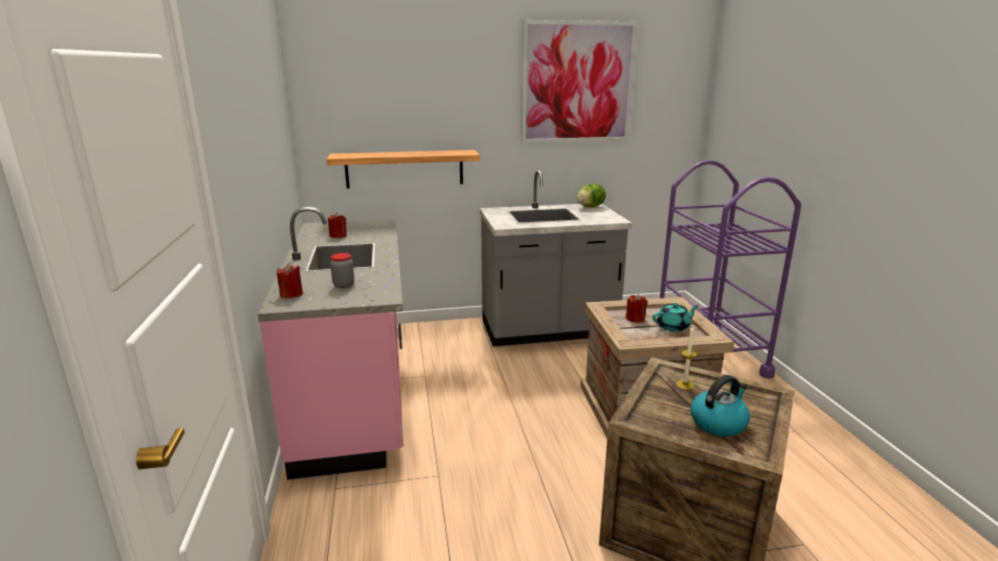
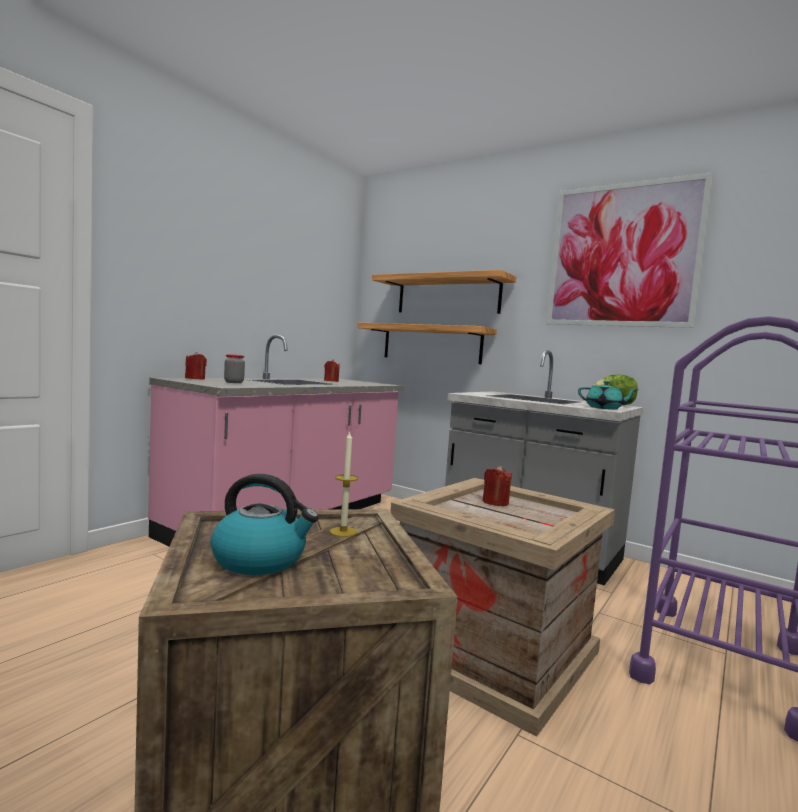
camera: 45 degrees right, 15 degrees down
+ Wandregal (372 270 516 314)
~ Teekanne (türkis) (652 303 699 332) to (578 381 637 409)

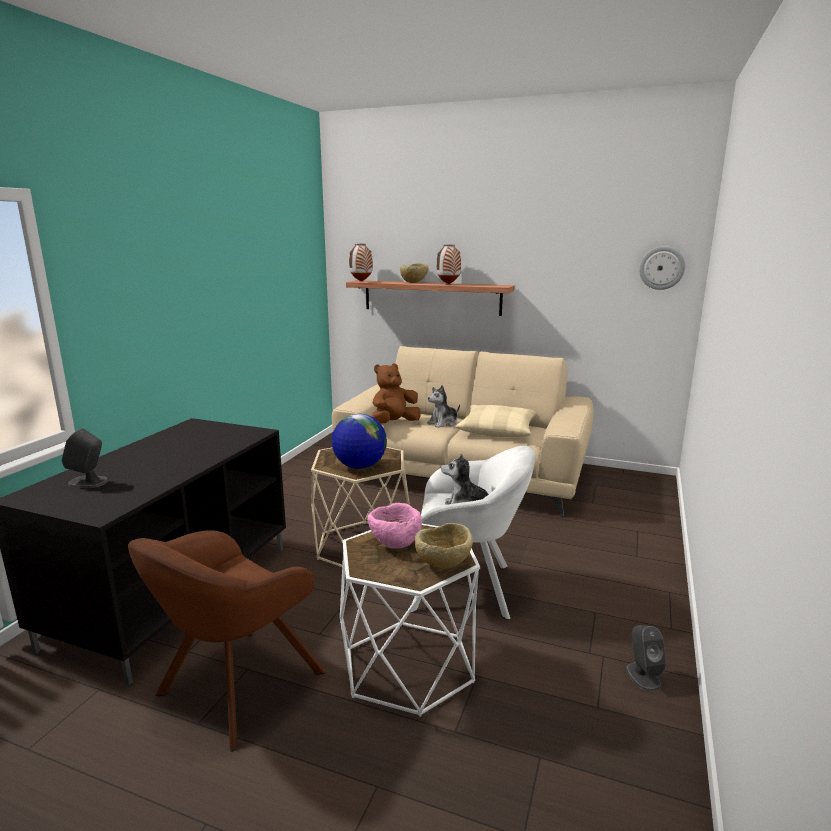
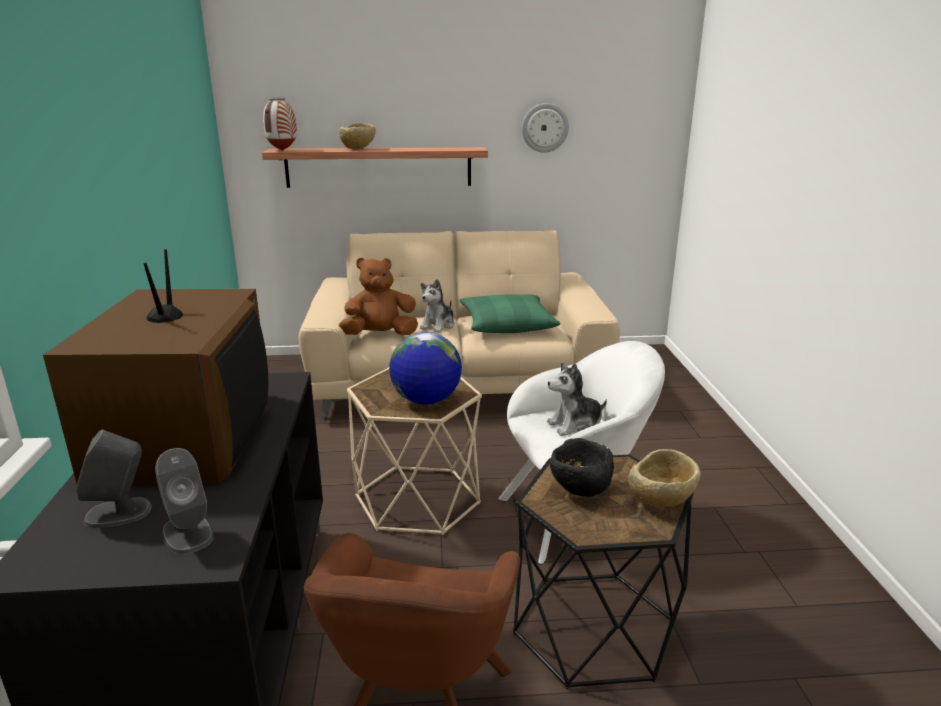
camera: 25 degrees left, 5 degrees up
- Vase (436 244 461 284)
+ Fernseher (43 249 269 484)
~ Lautsprecher (grau) (626 625 666 692) to (155 448 214 554)
~ Wanduhr (639 246 685 290) to (522 103 569 153)
~ Beistelltisch (weiß) (340 524 480 717) to Beistelltisch (schwarz) (513 455 694 689)
~ Schüssel (rosa) (367 503 422 549) to Schüssel (schwarz) (550 438 614 497)
~ Kissen (beige) (456 405 536 437) to Kissen (grün) (459 294 560 333)
~ Plüschtier (braun) (372 363 421 424) = (339 258 418 335) 45 degrees clockwise

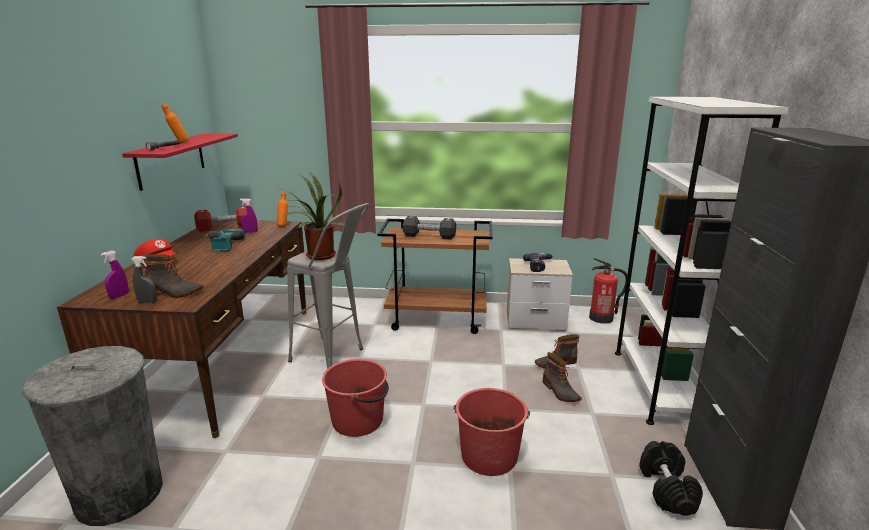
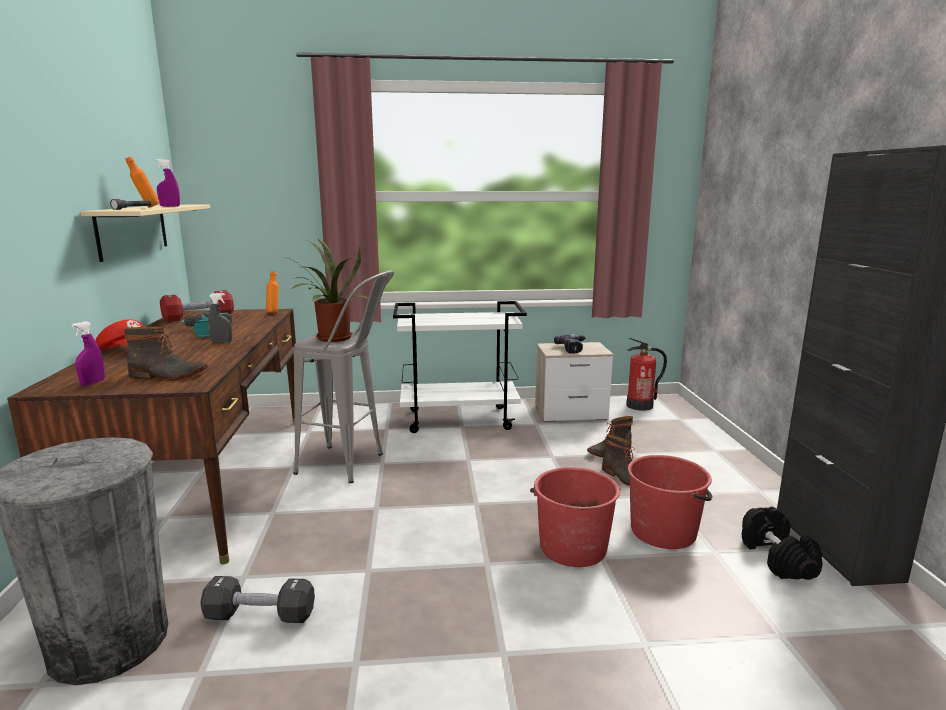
camera: 10 degrees left, 5 degrees down
- Bücherregal (weiß) (615 97 788 425)
~ Sprühflasche (grau) (131 256 157 303) to (208 293 232 343)
~ Sprühflasche (lila) (240 198 258 233) to (155 159 180 207)
~ Eimer (rot) (322 359 389 437) to (628 455 712 549)
~ Hantel (schwarz) (403 216 456 240) to (200 576 315 623)
~ Wandregal (rot) (122 133 238 191) to Wandregal (beige) (81 205 210 262)
~ Rollwagen (braun) (377 219 493 334) to Rollwagen (weiß) (393 301 527 433)

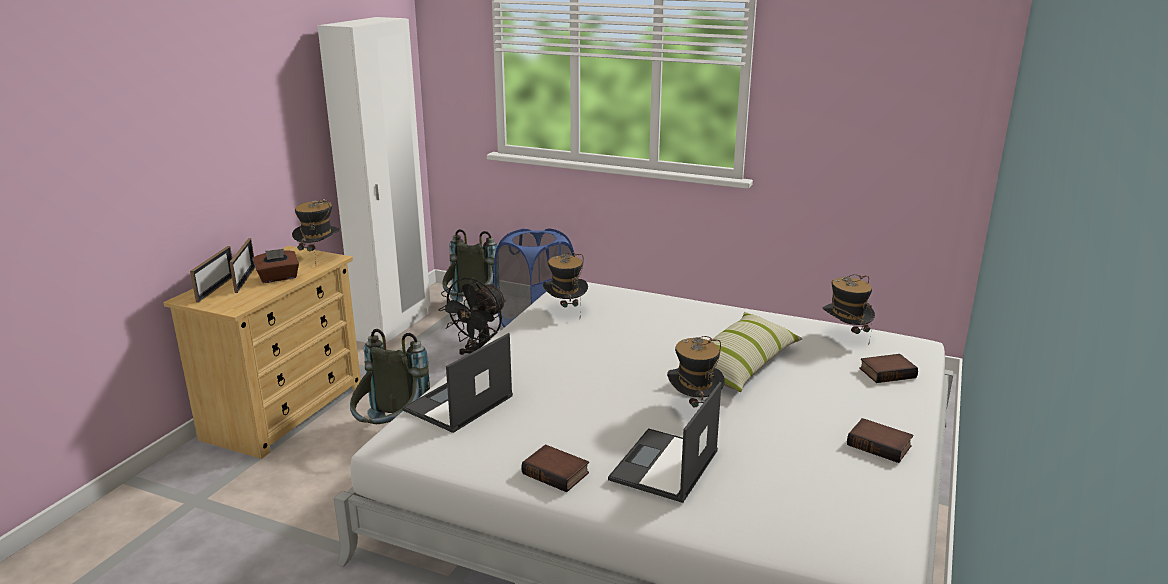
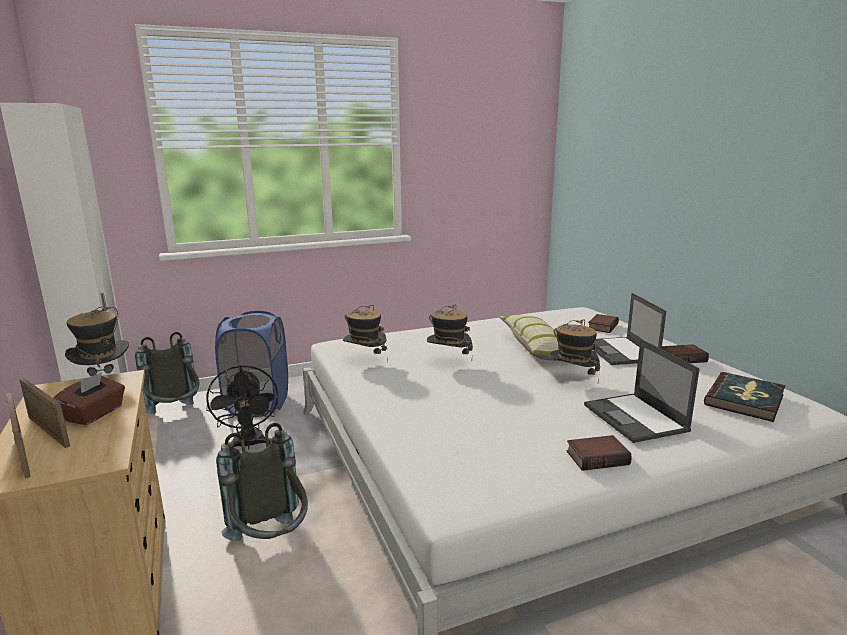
camera: 45 degrees left, 5 degrees down
+ Buch (704 372 786 422)
~ Laptop (402 333 513 433) to (593 293 666 365)
~ Hut (823 274 875 346) to (427 305 473 354)

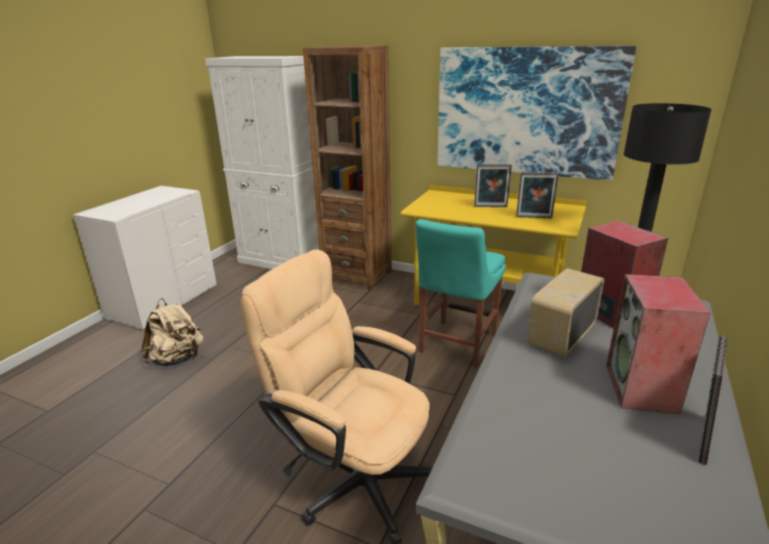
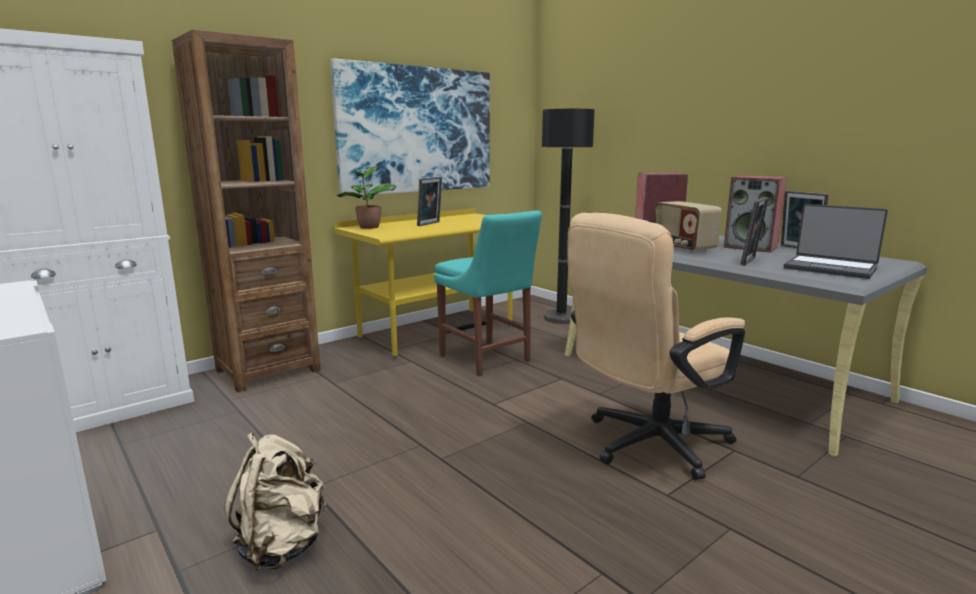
camera: 65 degrees left, 10 degrees down
+ Topfpflanze (336 166 396 229)
+ Laptop (783 204 888 279)
~ Bilderrahmen (516 172 559 218) to (740 197 769 266)

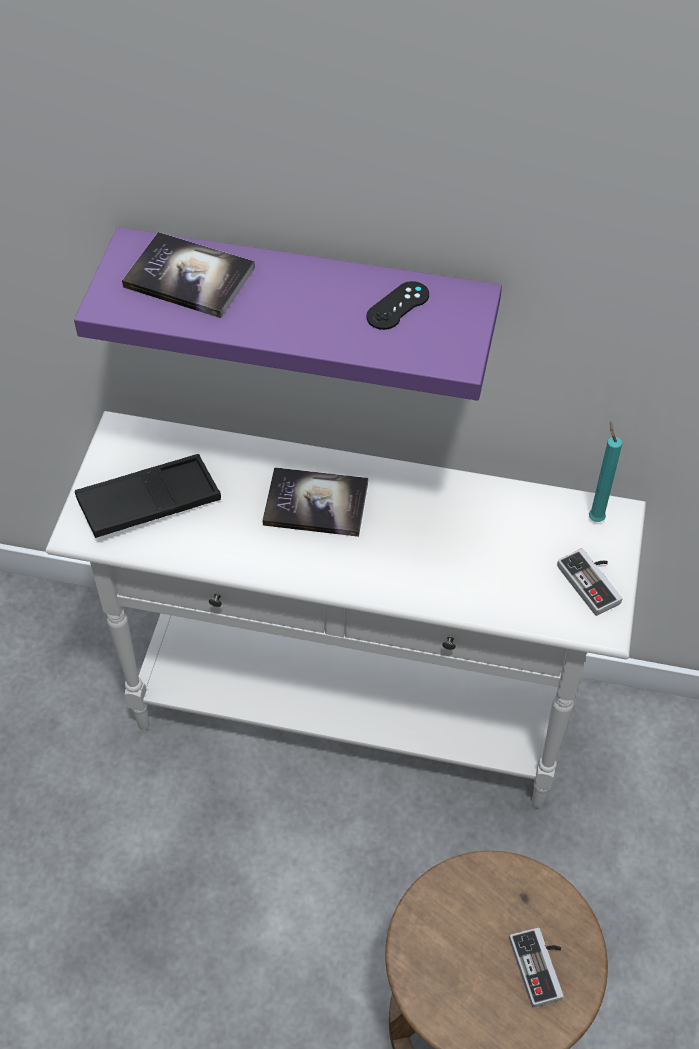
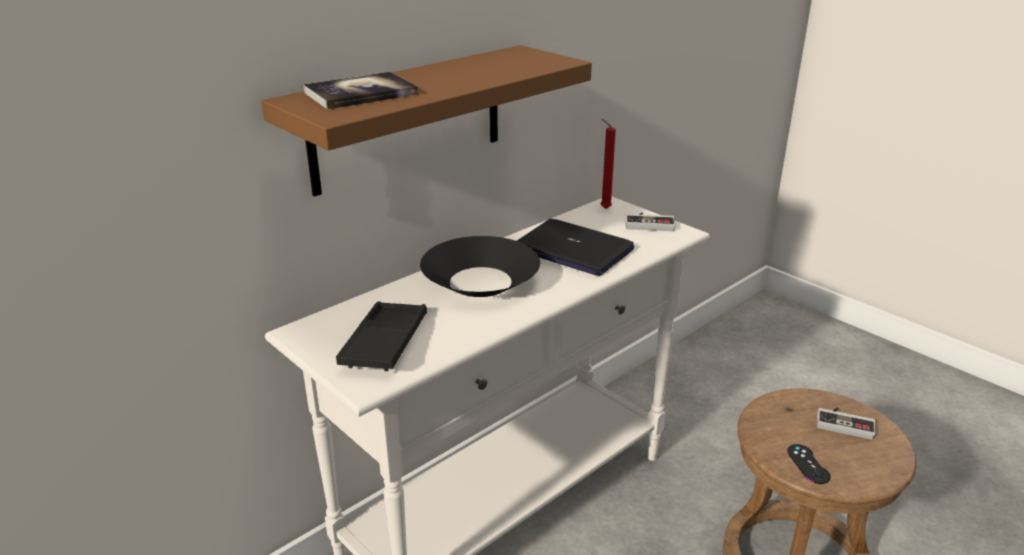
camera: 55 degrees left, 25 degrees down
+ Laptop (517 219 634 276)
~ Gamepad (schwarz) (366 281 429 330) to (787 444 830 484)
~ Buch (262 467 368 537) to Schüssel (schwarz) (420 236 540 297)
~ Wandregal (lila) (74 227 502 401) to Wandregal (braun) (261 45 592 197)
~ Kerze (türkis) (589 422 622 522) to Kerze (rot) (601 119 616 209)

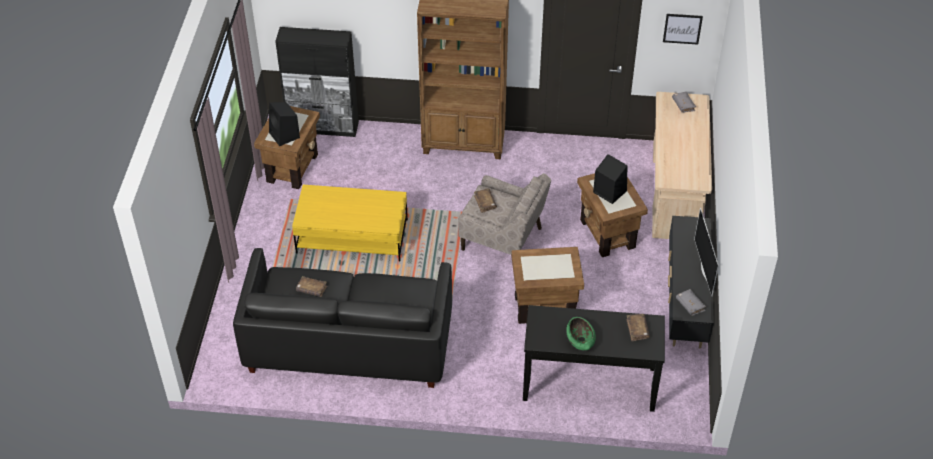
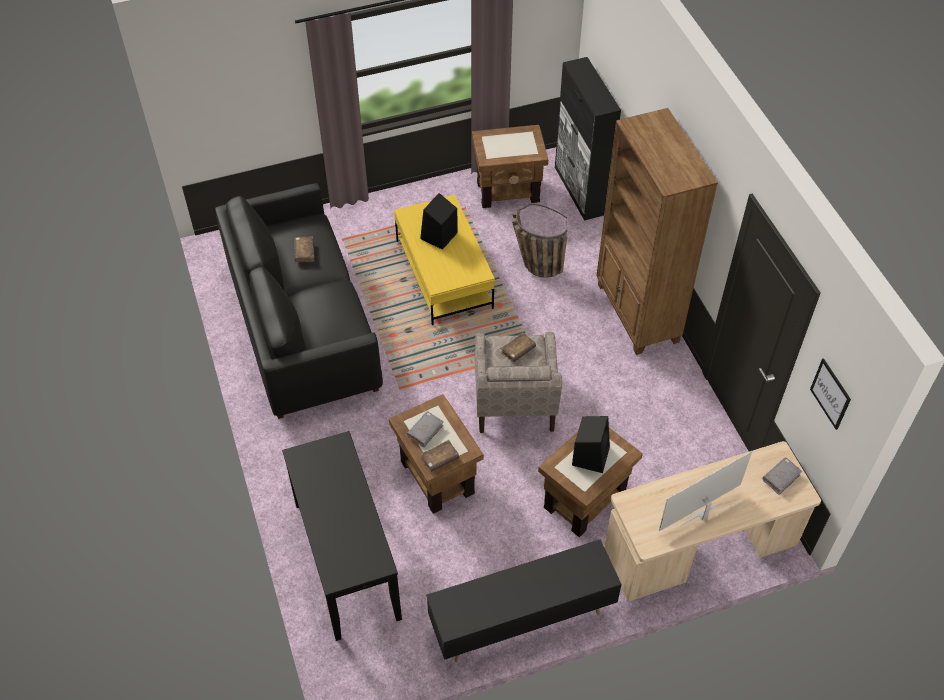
camera: 65 degrees right, 5 degrees up
- Schüssel (grün) (566 317 596 351)
+ Korb (512 204 567 278)
~ Lautsprecher (schwarz) (269 102 300 146) to (420 193 458 250)
~ Buch (braun) (626 314 650 341) to (420 440 459 472)
~ Buch (grau) (676 289 706 316) to (407 411 444 447)
~ Fernseher (694 208 719 296) to (659 451 752 531)

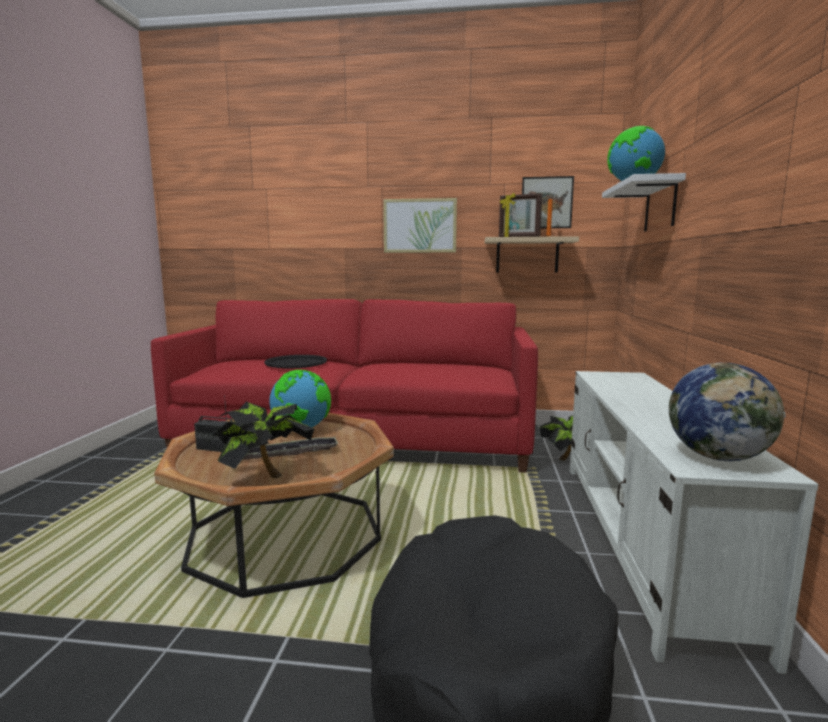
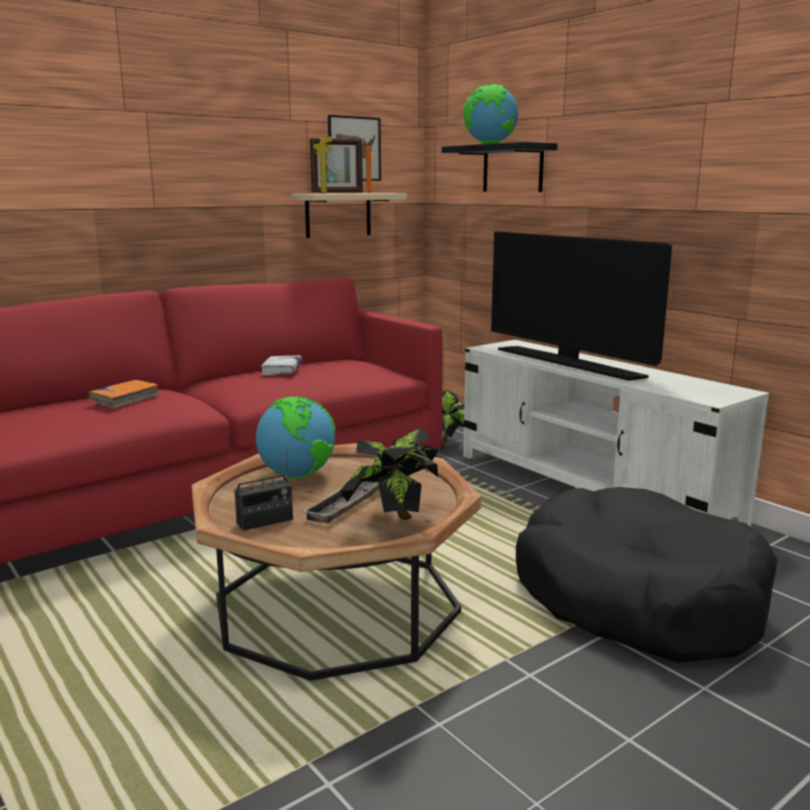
camera: 45 degrees left, 5 degrees up
- Bild (383 198 457 253)
- Globus (669 363 786 461)
+ Buch (weiß) (261 355 302 376)
+ Fernseher (491 232 672 381)
~ Tablett (schwarz) (264 355 327 368) to Buch (orange) (88 380 160 408)
~ Wandregal (weiß) (602 173 686 231) to Wandregal (schwarz) (442 142 558 192)

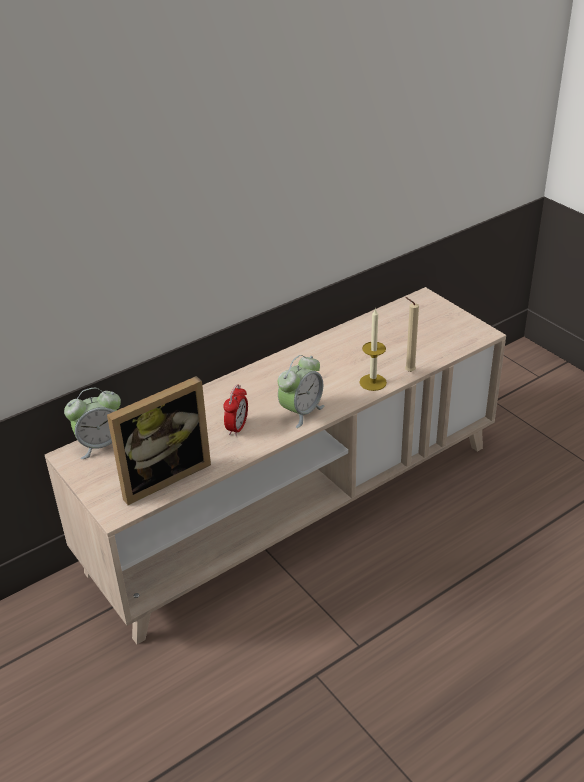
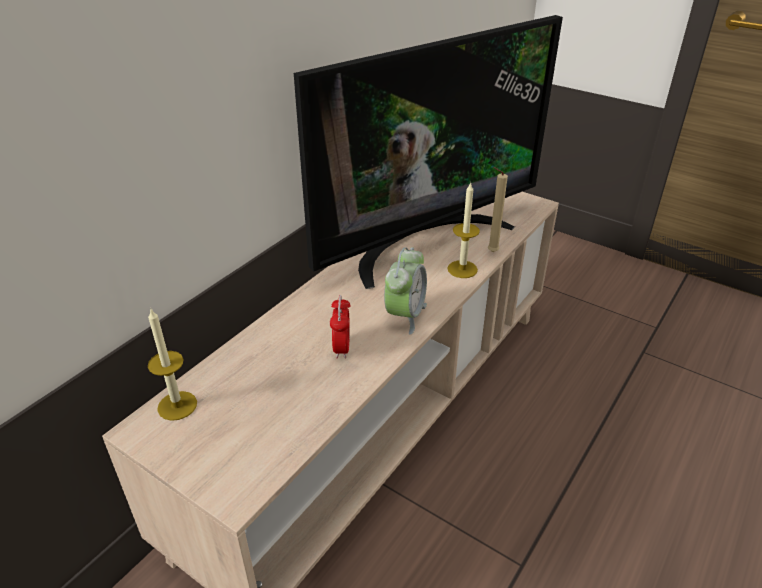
camera: 20 degrees left, 0 degrees up
- Bilderrahmen (107 376 211 505)
+ Fernseher (294 15 563 289)
~ Wecker (64 388 121 459) to Kerze (148 309 197 421)

